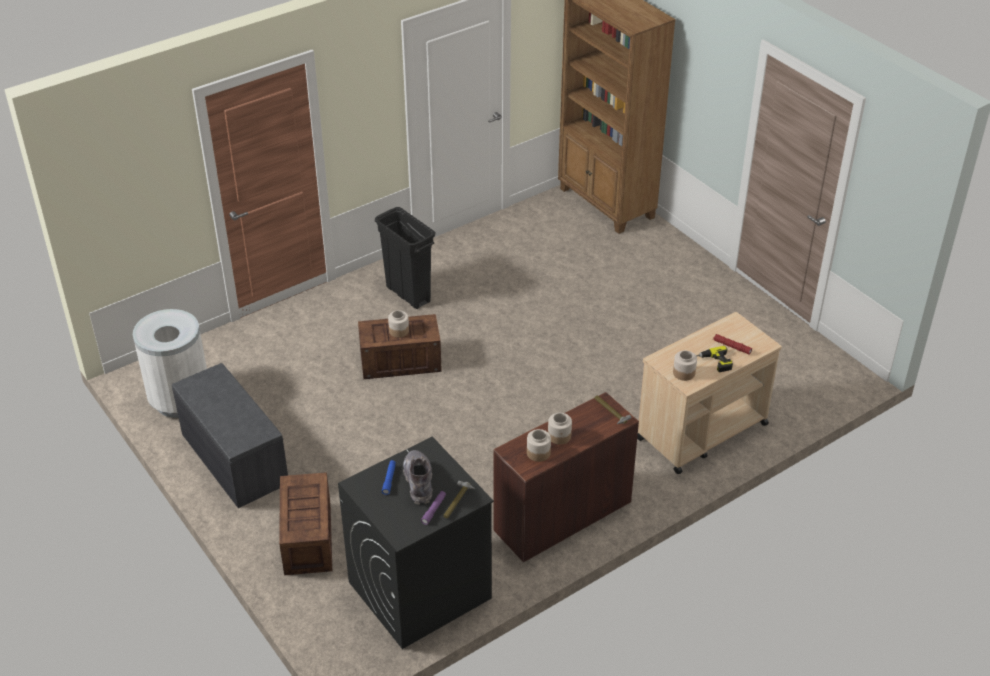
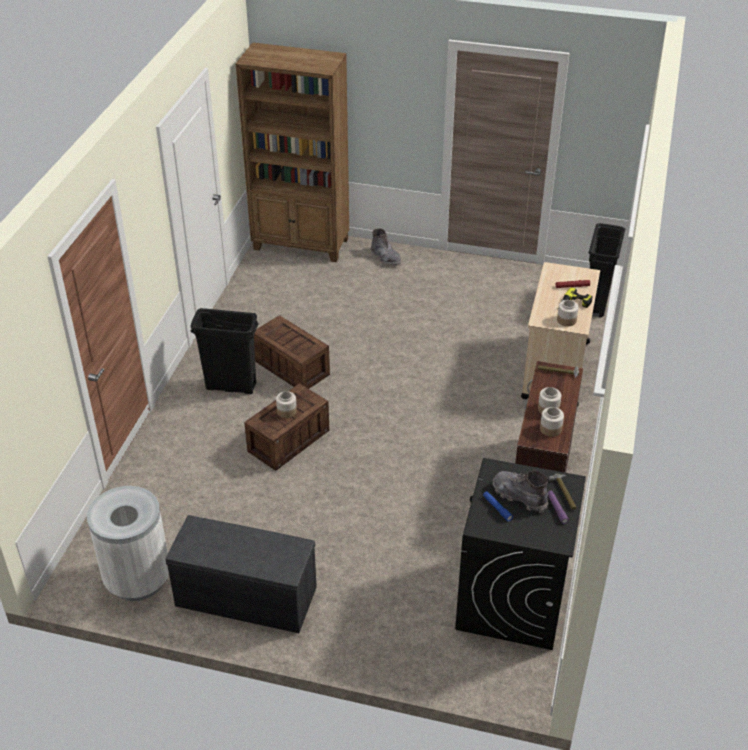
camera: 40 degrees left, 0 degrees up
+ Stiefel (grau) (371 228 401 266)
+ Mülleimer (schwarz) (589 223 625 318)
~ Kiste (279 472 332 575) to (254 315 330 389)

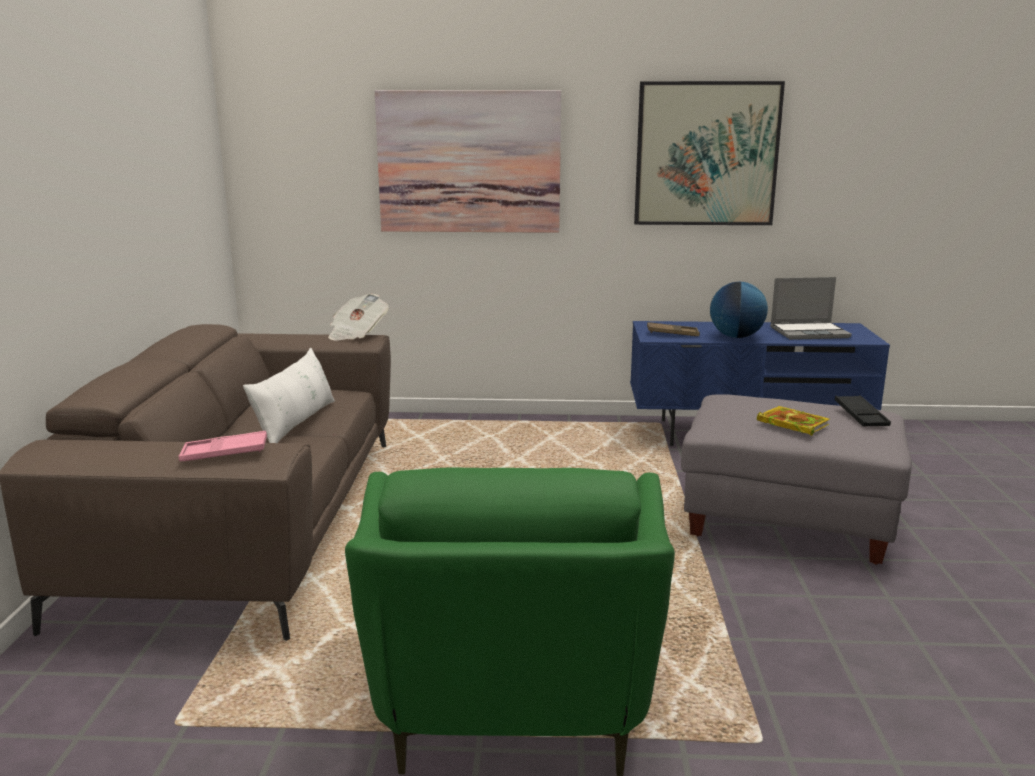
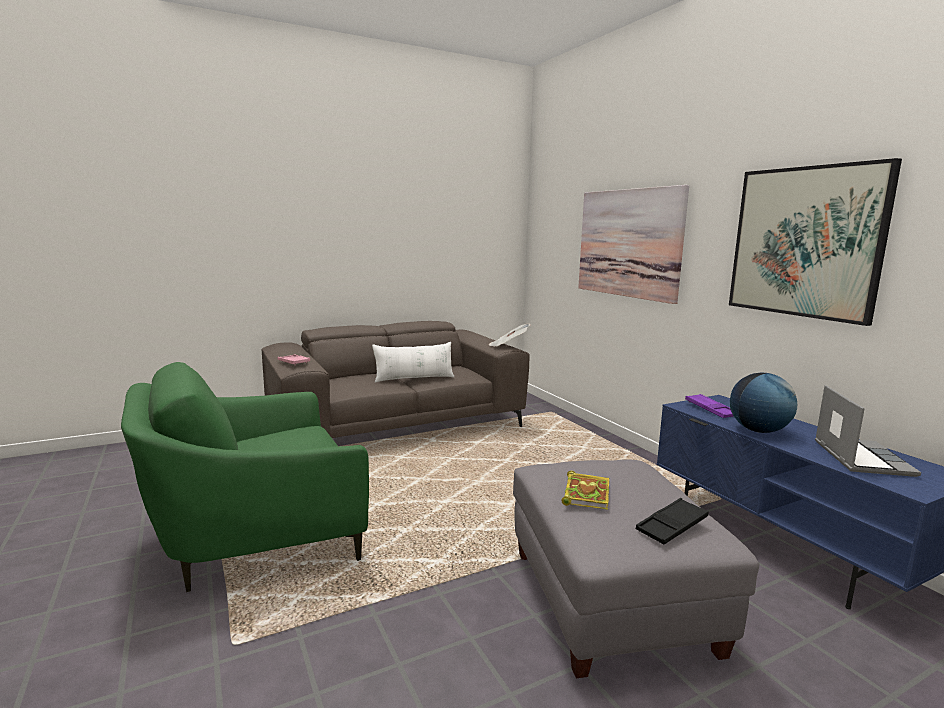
camera: 60 degrees right, 5 degrees down
~ Tablett (braun) (647 322 700 336) to Tablett (lila) (685 394 733 418)
~ Laptop (770 277 852 340) = (815 385 921 477) 135 degrees counterclockwise

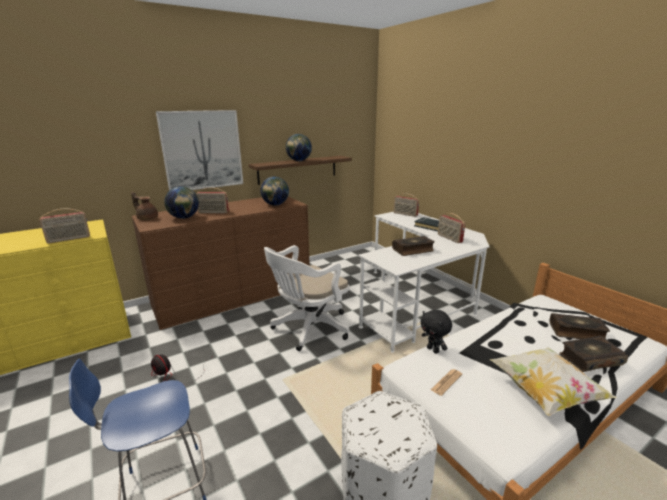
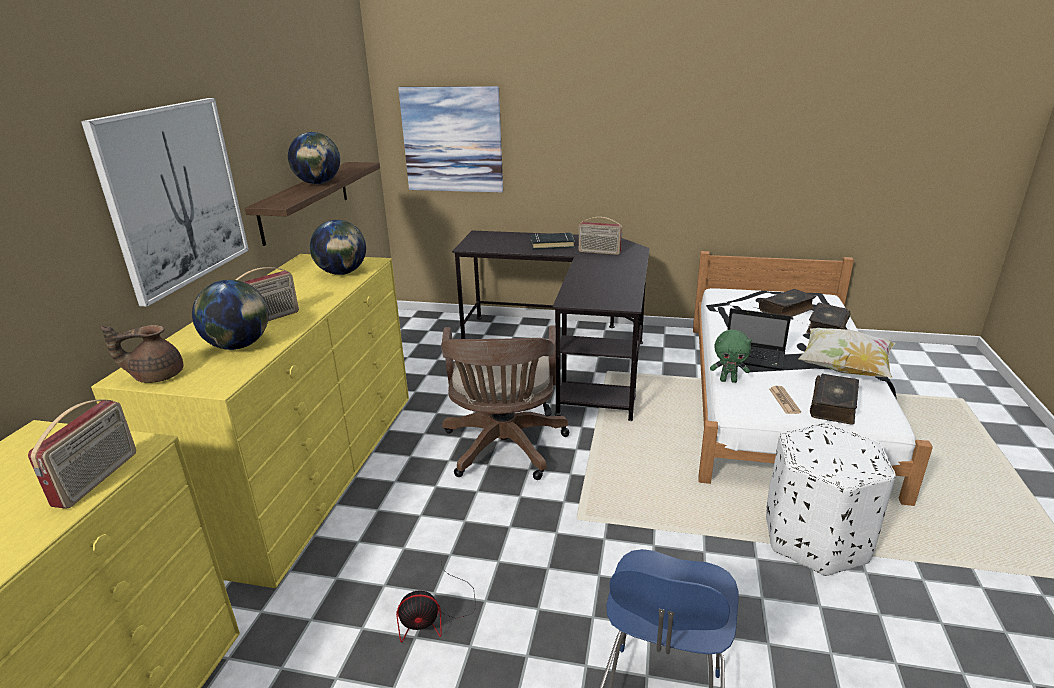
camera: 45 degrees left, 5 degrees up
- Radio (394 193 419 217)
+ Bild (398 86 503 193)
+ Laptop (720 308 791 370)
~ Buch (392 236 435 256) to (810 374 859 425)
~ Kommode (braun) (132 197 310 330) to Kommode (gelb) (91 254 409 588)
~ Bürostuhl (weiß) (264 245 350 351) to Bürostuhl (braun) (441 326 570 480)
~ Schreibtisch (weiß) (358 212 490 353) to Schreibtisch (schwarz) (452 231 650 421)
~ Plüschtier (schwarz) (421 310 452 354) to Plüschtier (grün) (710 330 752 383)

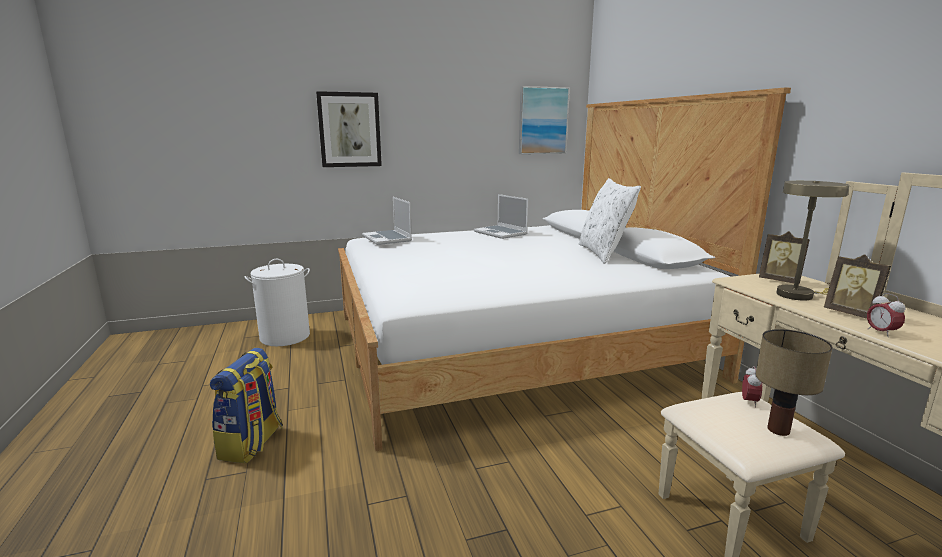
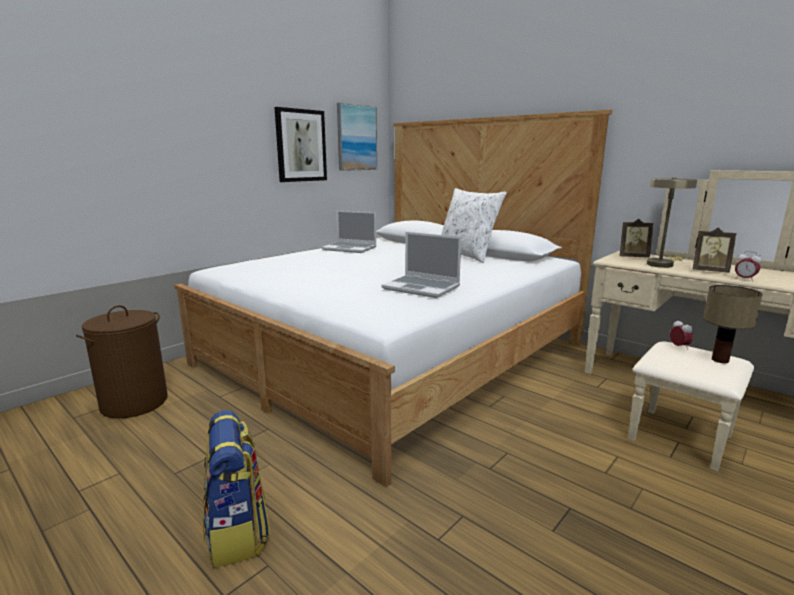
camera: 30 degrees left, 0 degrees up
~ Bild (316 91 382 167) to (274 107 327 182)
~ Laptop (362 197 412 245) to (381 232 461 298)
~ Wäschekorb (weiß) (244 259 310 346) to Wäschekorb (braun) (76 305 168 419)

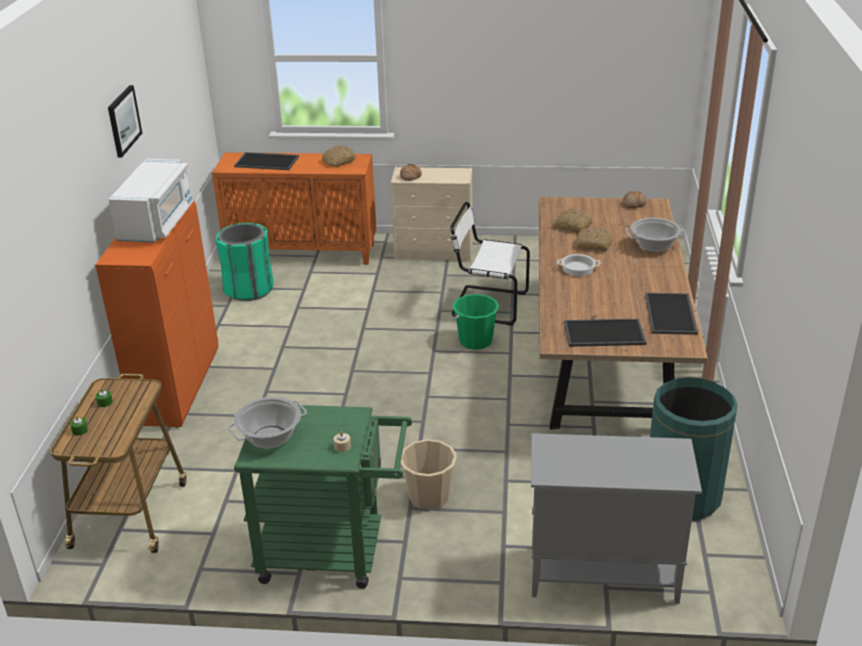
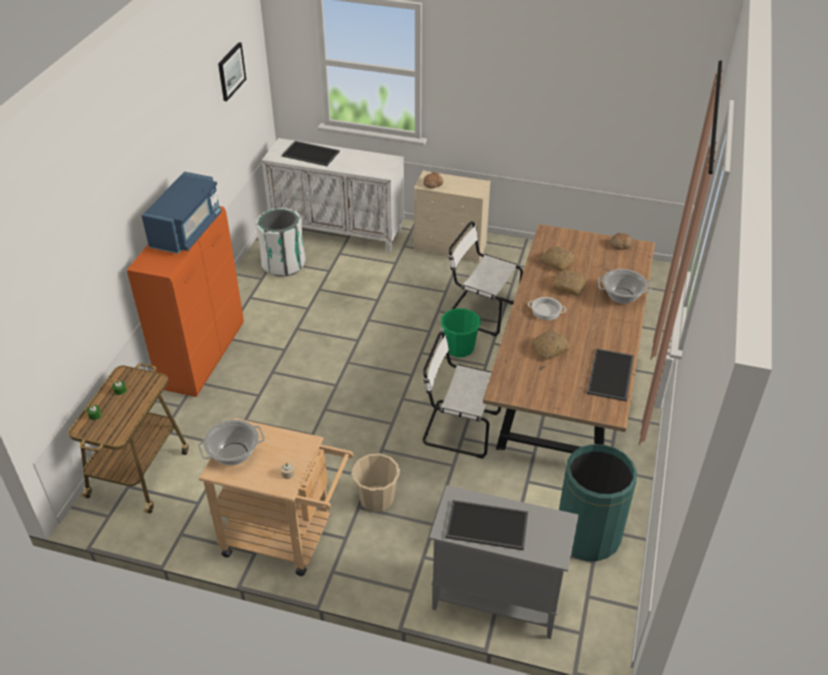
camera: 10 degrees right, 10 degrees up
+ Stuhl (weiß) (422 331 501 459)
~ Bild (108 85 142 158) to (218 42 246 101)
~ Brot (322 145 356 167) to (531 330 570 360)
~ Tablett (564 319 647 347) to (445 500 528 550)
~ Mikrowelle (weiß) (108 159 194 242) to Mikrowelle (blau) (142 172 222 254)
~ Schrank (orange) (212 152 376 265) to Schrank (weiß) (262 138 404 252)
~ Mülleimer (grün) (216 223 274 301) to Mülleimer (weiß) (256 208 305 277)
~ Rollwagen (grün) (234 405 412 589) to Rollwagen (beige) (199 418 354 576)

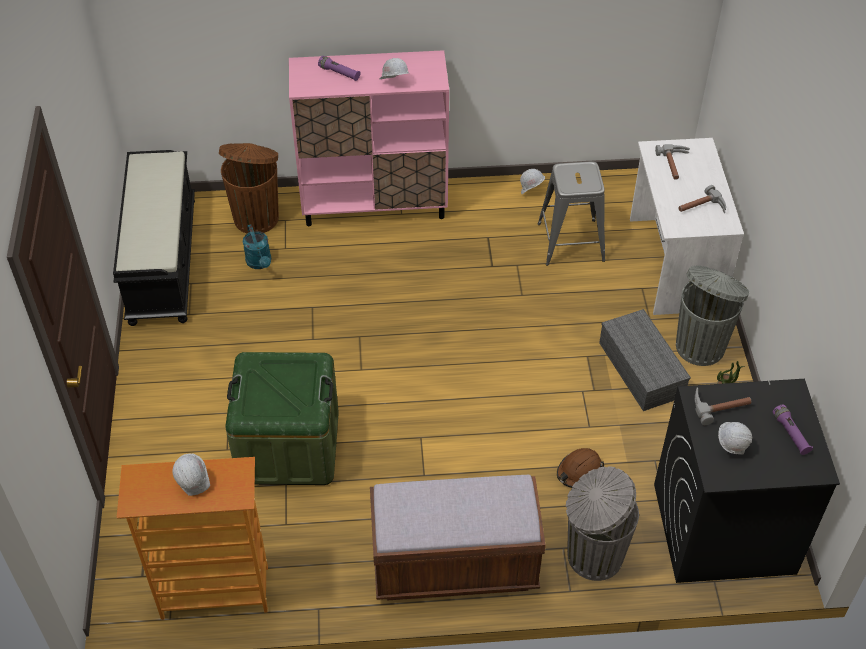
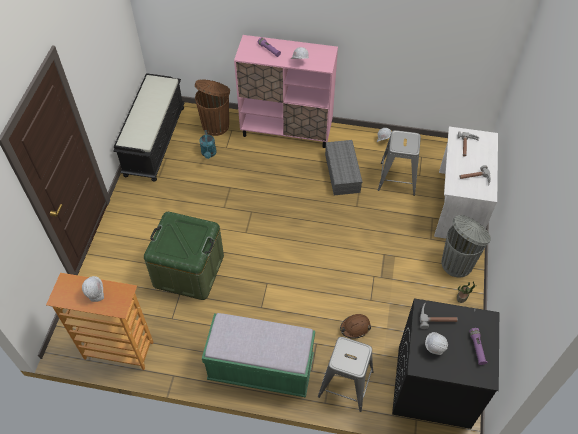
camera: 15 degrees right, 5 degrees up
~ Aufbewahrungsbox (grau) (599 309 691 411) to (325 140 362 195)
~ Mülleimer (grau) (566 466 639 581) to Hocker (grau) (318 337 374 412)
~ Bank (braun) (370 475 546 600) to Bank (grün) (202 313 315 397)

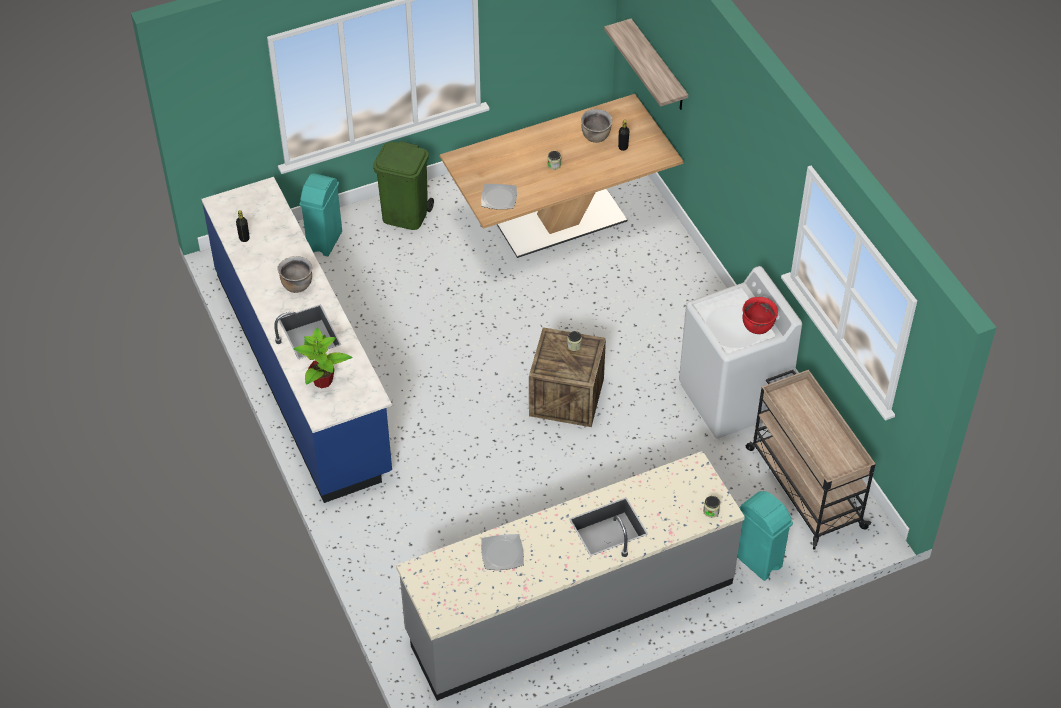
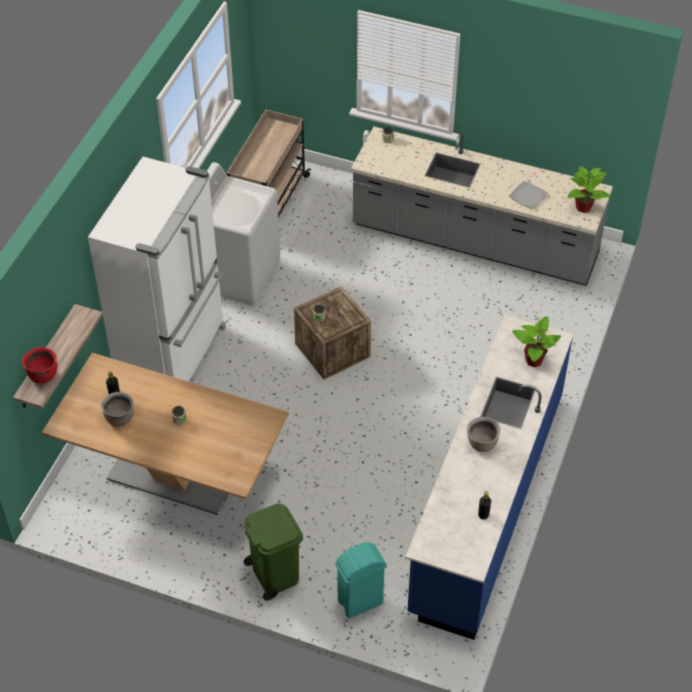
camera: 135 degrees left, 0 degrees up
- Teller (481 184 517 210)
- Mülleimer (türkis) (737 491 793 581)
+ Kühlschrank (weiß) (88 157 226 382)
+ Topfpflanze (568 166 611 213)
~ Kochtopf (rot) (742 297 778 334) to (22 347 57 384)

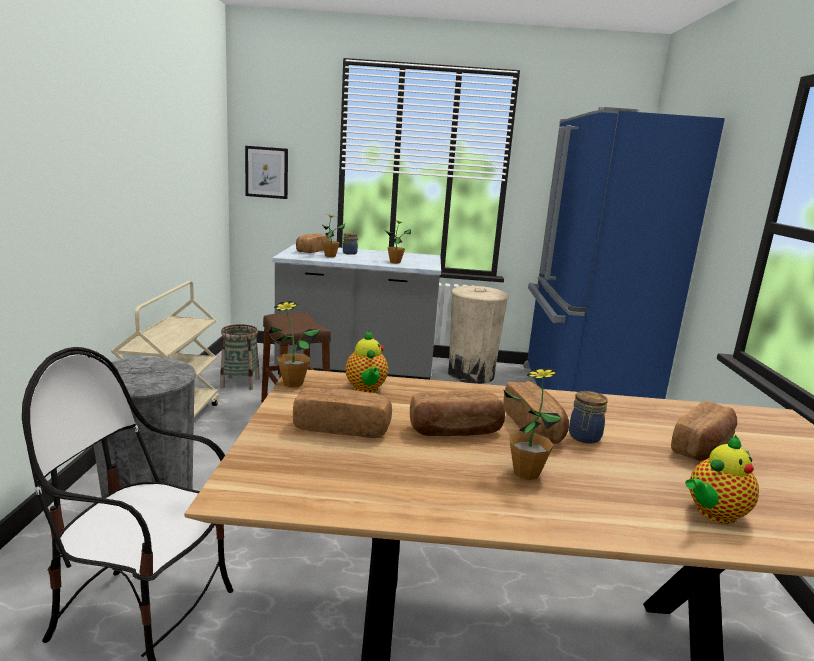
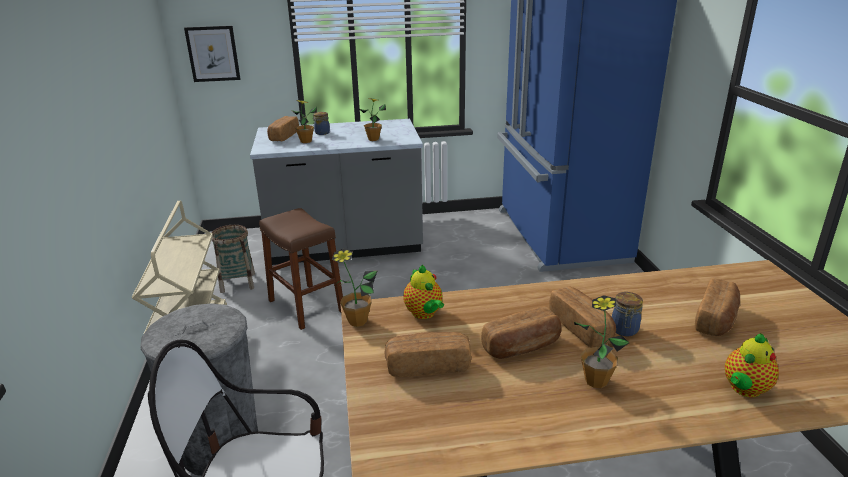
camera: 10 degrees left, 10 degrees up
- Mülleimer (beige) (448 286 509 384)

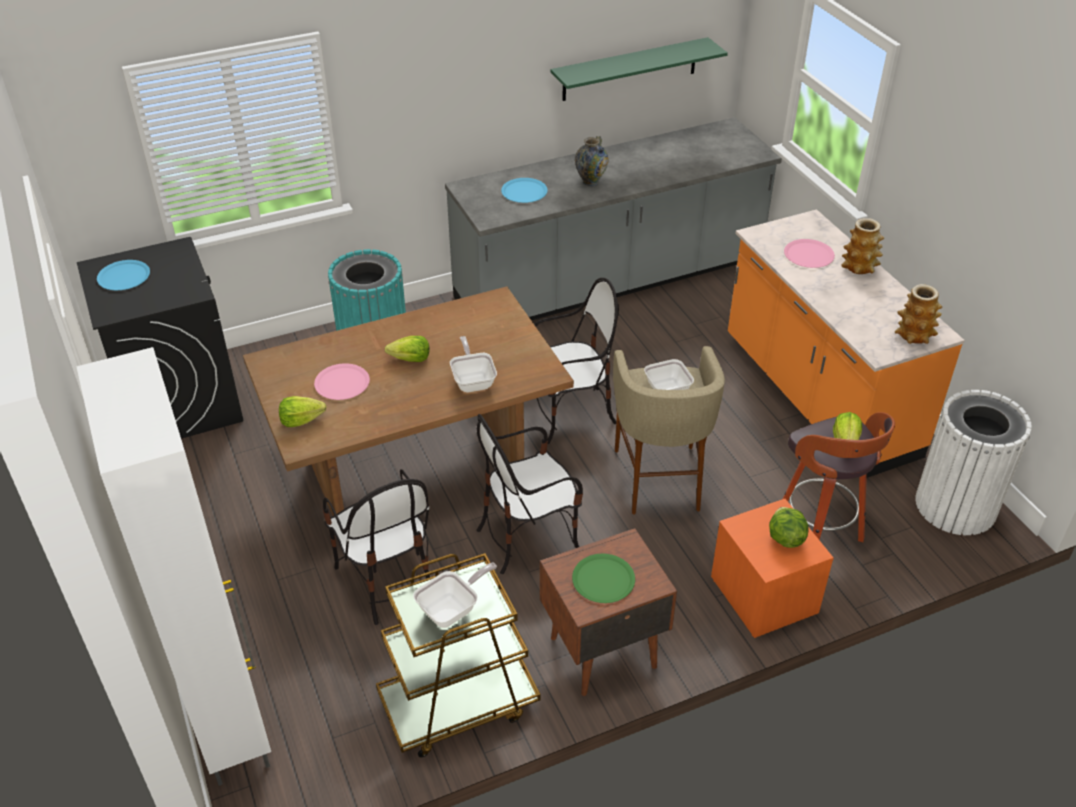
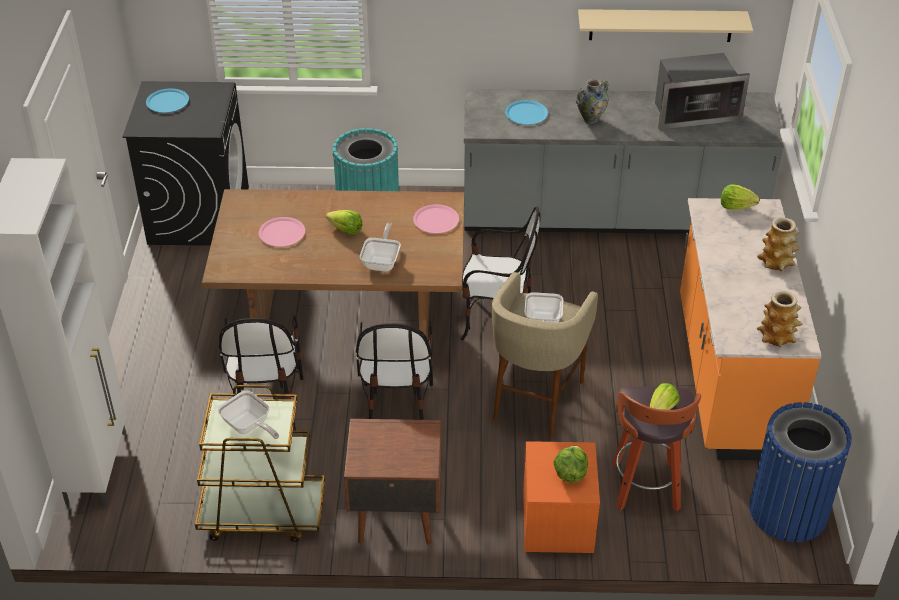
camera: 25 degrees right, 0 degrees up
- Teller (grün) (572 554 635 603)
+ Mikrowelle (655 53 750 130)
~ Salatkopf (279 396 326 427) to (721 184 760 210)
~ Teller (rosa) (784 239 835 268) to (413 204 459 233)
~ Wandregal (grün) (550 37 728 101) to Wandregal (beige) (578 9 753 42)
~ Mülleimer (weiß) (915 390 1032 535) to Mülleimer (blau) (749 402 852 542)
~ Pfanne (413 563 497 628) = (218 391 279 439) 60 degrees clockwise
~ Stuhl (477 414 583 574) = (356 321 433 420) 90 degrees counterclockwise

